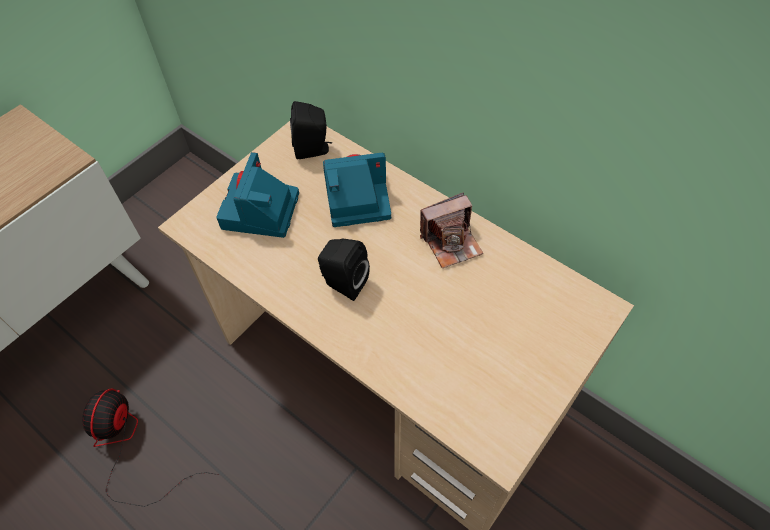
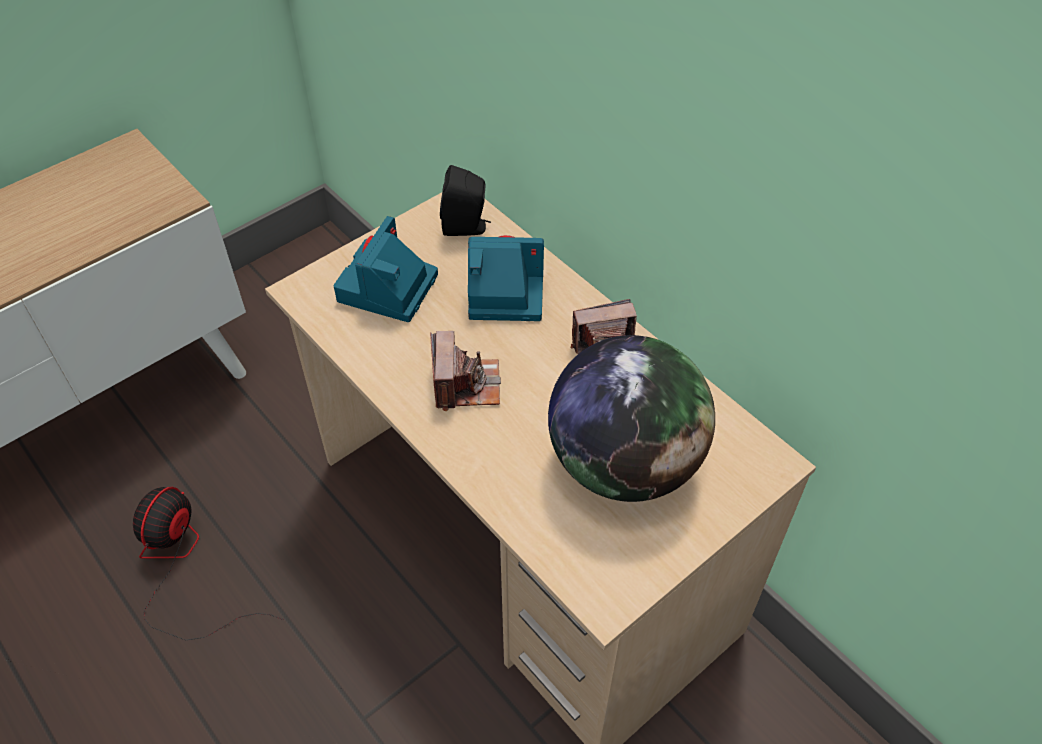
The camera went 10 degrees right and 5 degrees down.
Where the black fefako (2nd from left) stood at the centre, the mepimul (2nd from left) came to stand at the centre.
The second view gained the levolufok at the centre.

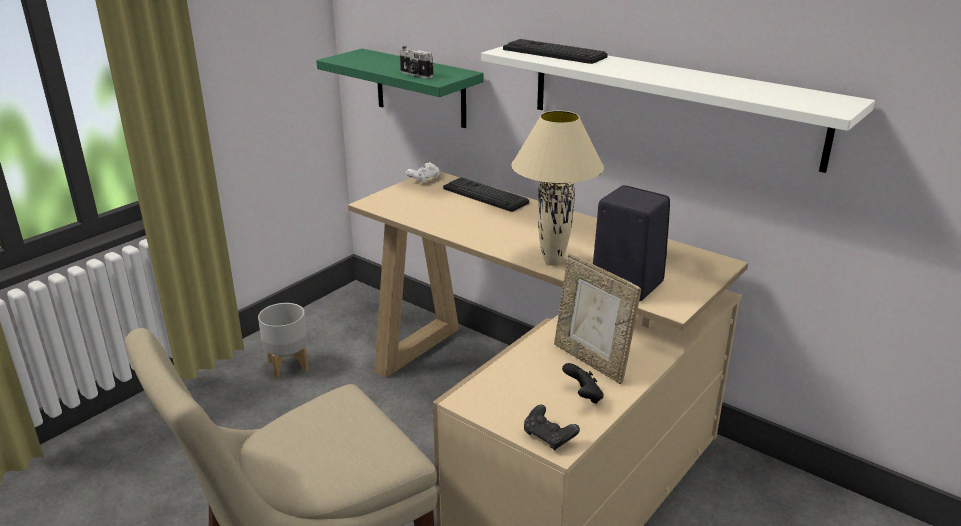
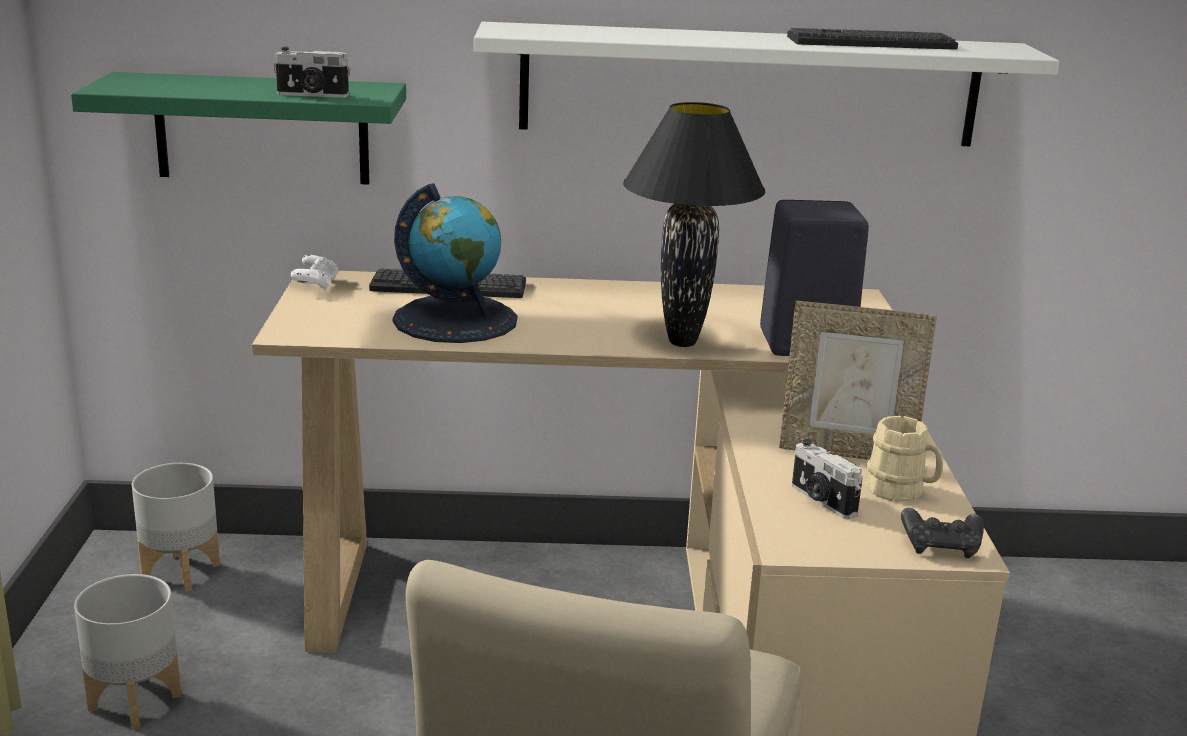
The camera went 40 degrees left and 5 degrees down.
The second view gained the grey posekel (2nd from left) at the bottom left.
The second view gained the levolufok at the centre.
What was the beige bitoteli at the centre turned into the black bitoteli at the top centre.
The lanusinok (2nd from left) ended up elsewhere, having gone from the top centre to the top right.
The second view gained the mepimul (2nd from left) at the middle right.
Where the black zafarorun (2nd from left) stood at the bottom centre, the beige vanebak came to stand at the middle right.

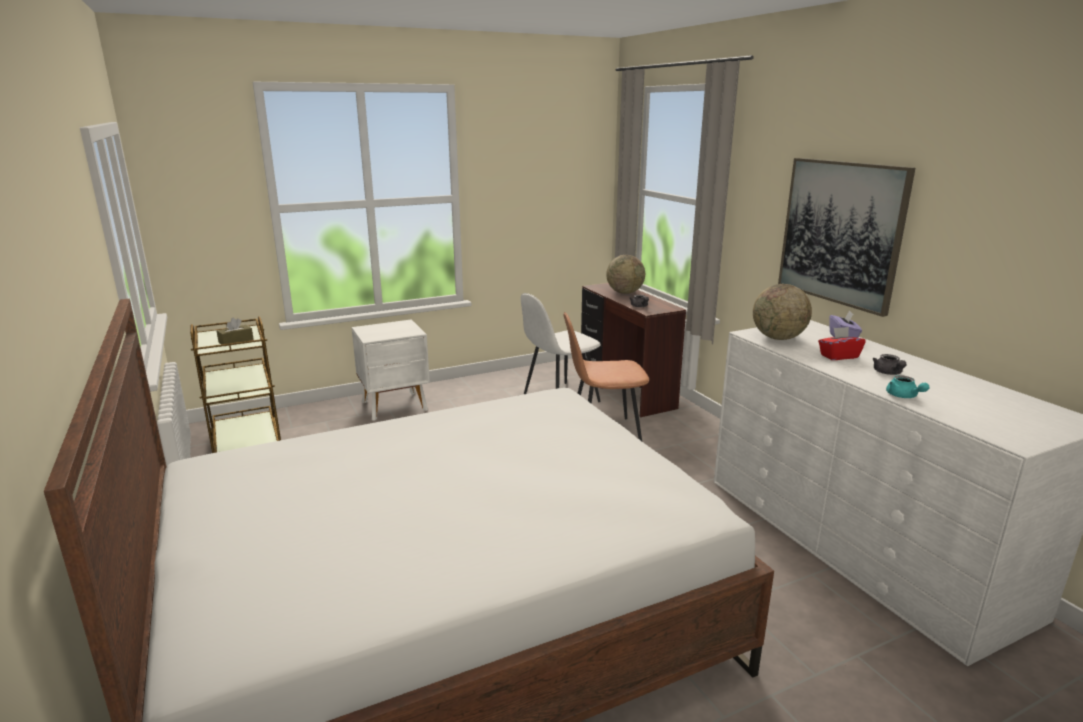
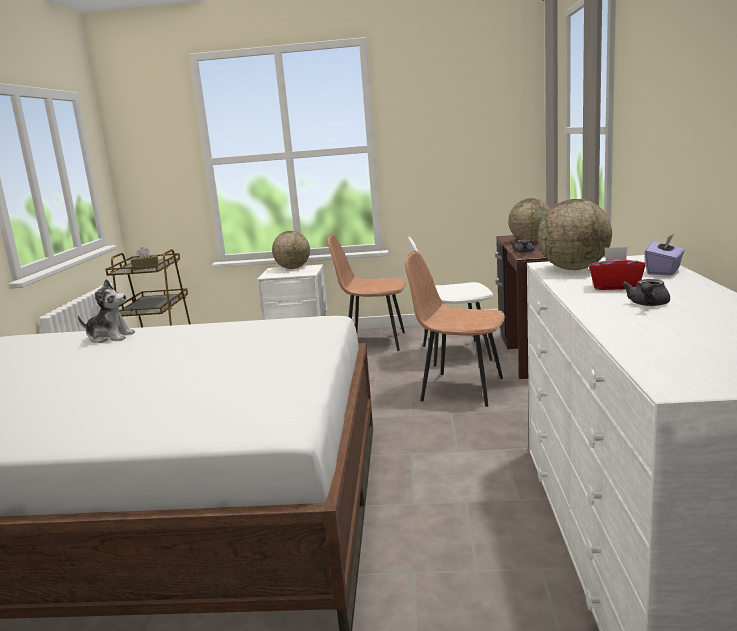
The camera went 30 degrees right and 5 degrees down.
The second view gained the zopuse at the middle left.
The second view gained the levolufok (1st from left) at the centre.
The second view gained the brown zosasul (1st from left) at the centre.
The second view lost the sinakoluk at the top right.
The second view lost the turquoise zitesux at the middle right.

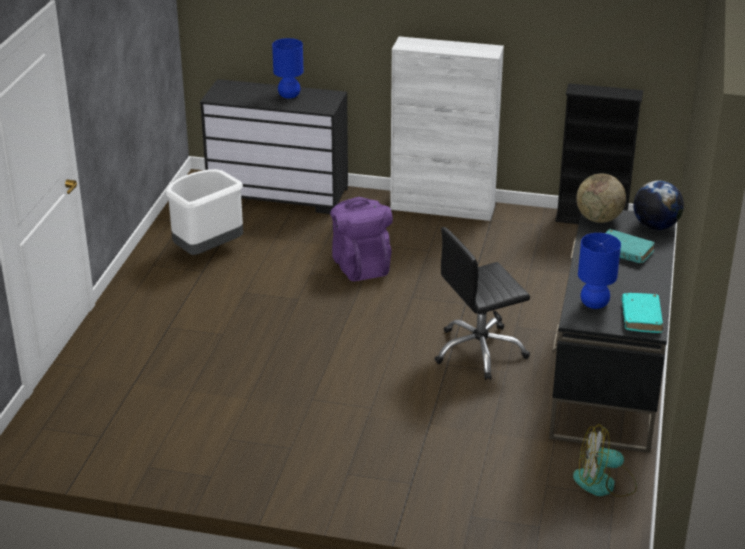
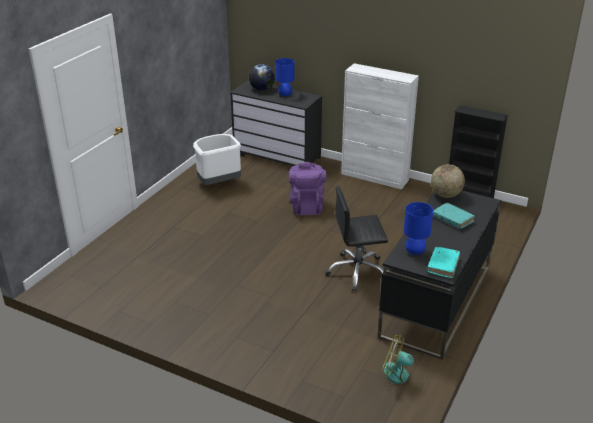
The camera went 15 degrees right and 0 degrees up.
The levolufok (2nd from left in the first image) ended up elsewhere, having gone from the middle right to the top centre.

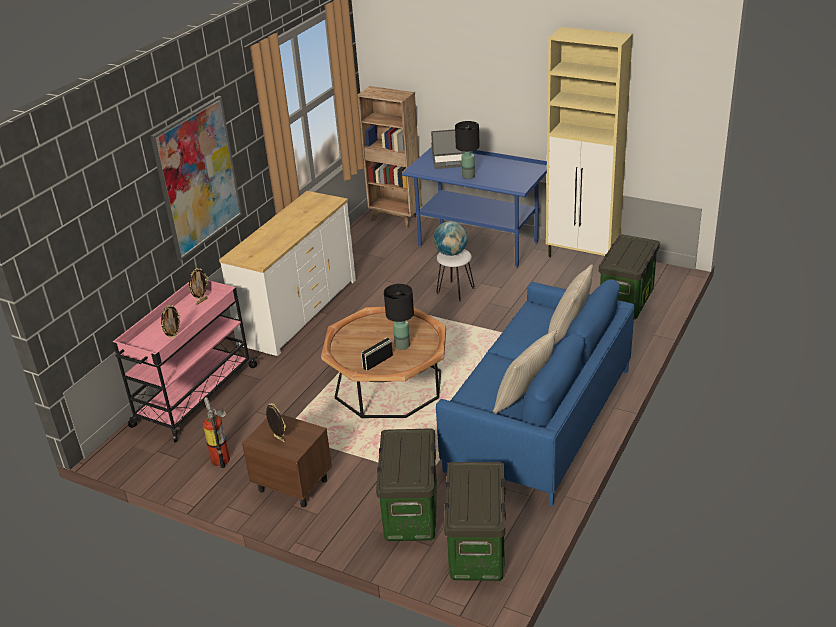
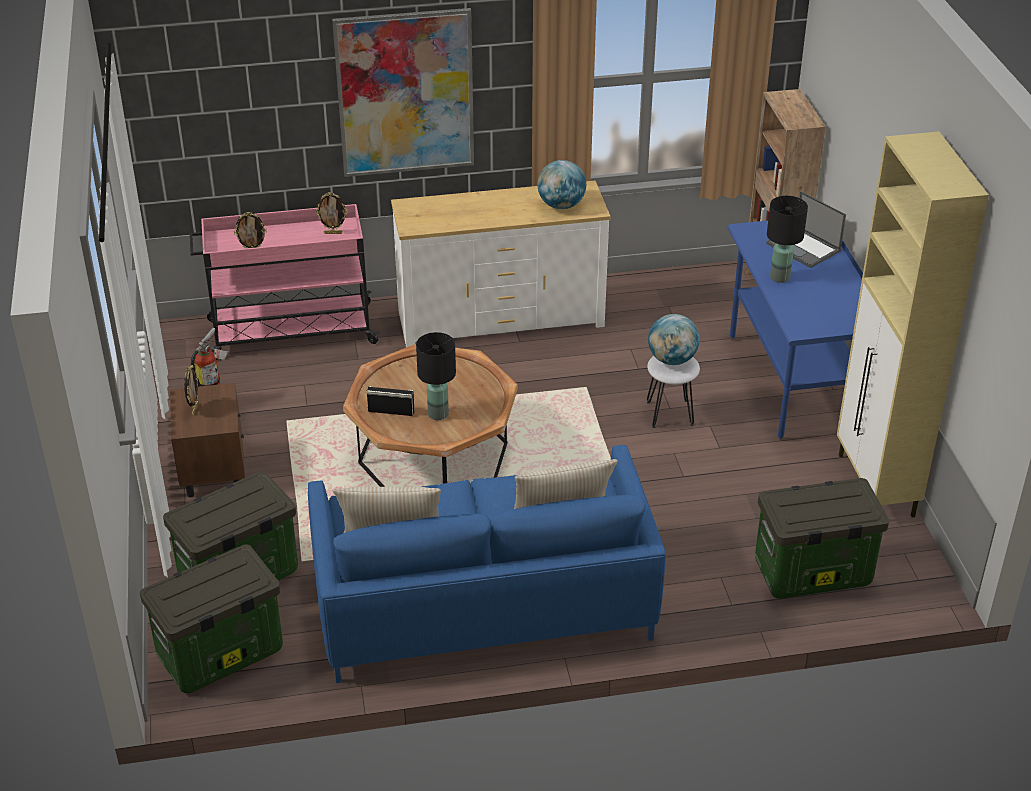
The camera went 50 degrees right and 5 degrees up.
The second view gained the levolufok (1st from left) at the top centre.

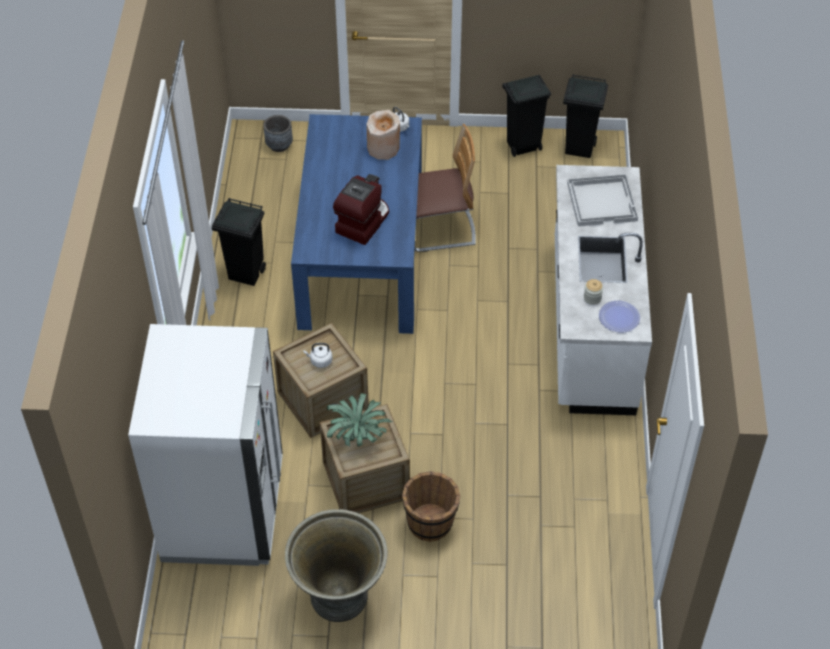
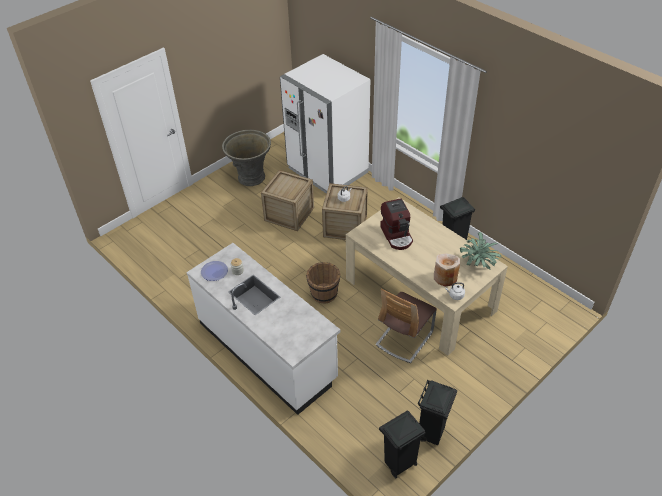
The camera went 135 degrees right and 5 degrees down.
The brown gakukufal ended up elsewhere, having gone from the bottom centre to the centre.
What was the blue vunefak at the centre turned into the beige vunefak at the centre.
The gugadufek ended up elsewhere, having gone from the centre to the middle right.
The second view lost the grey posekel (1st from left) at the top centre.
The second view lost the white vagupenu at the top right.

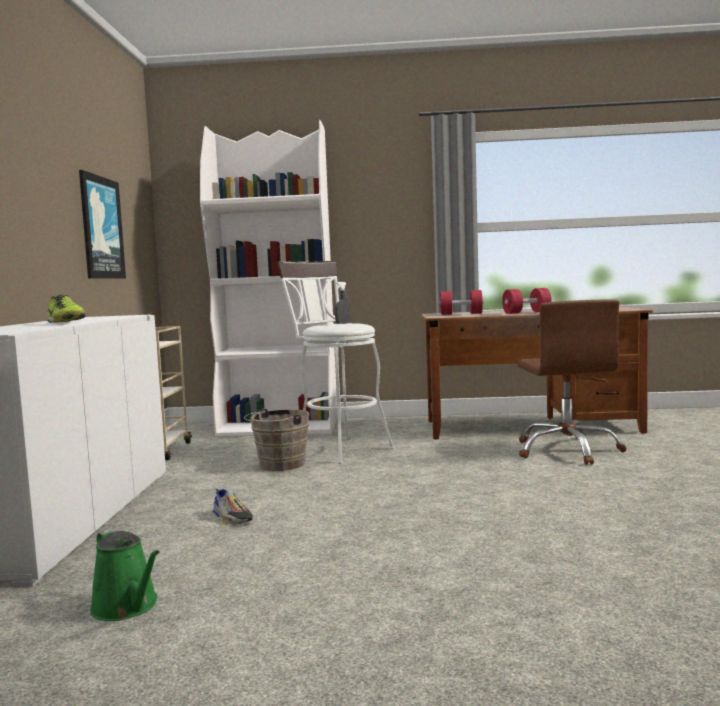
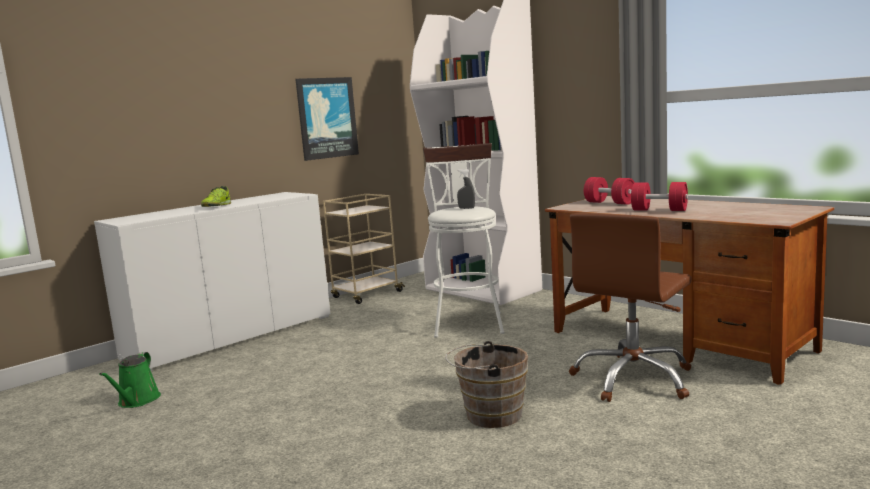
The camera went 45 degrees right and 5 degrees up.
The brown gakukufal ended up elsewhere, having gone from the centre to the bottom centre.
The second view lost the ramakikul (2nd from left) at the bottom left.

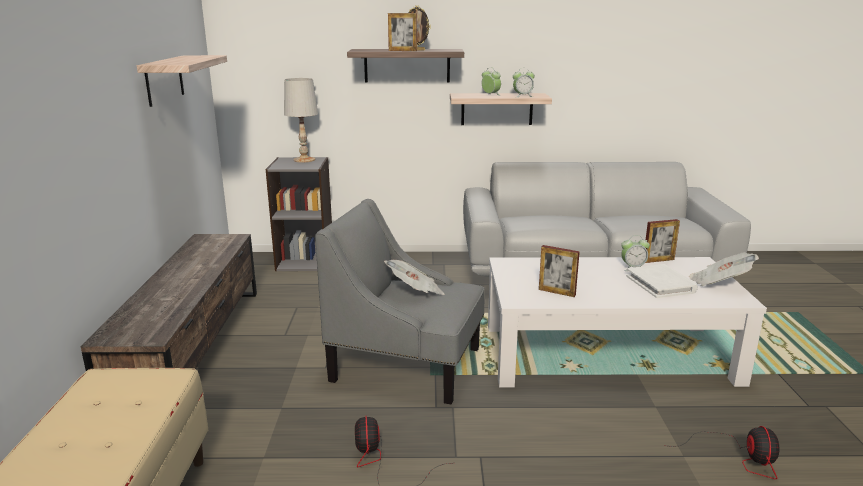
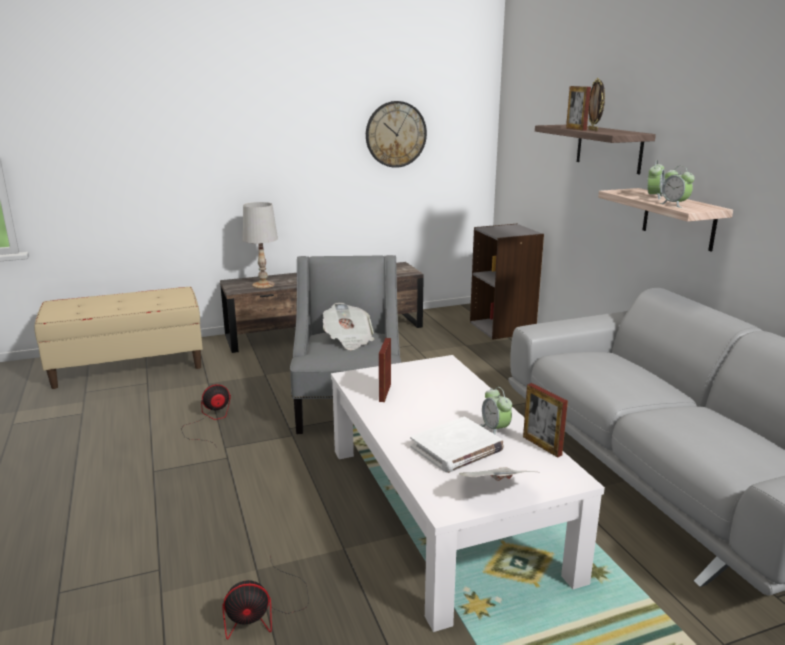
The camera went 70 degrees right and 0 degrees up.
The white bitoteli ended up elsewhere, having gone from the top centre to the middle left.
Where the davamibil (1st from left) hung at the top left, the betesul came to hang at the top centre.

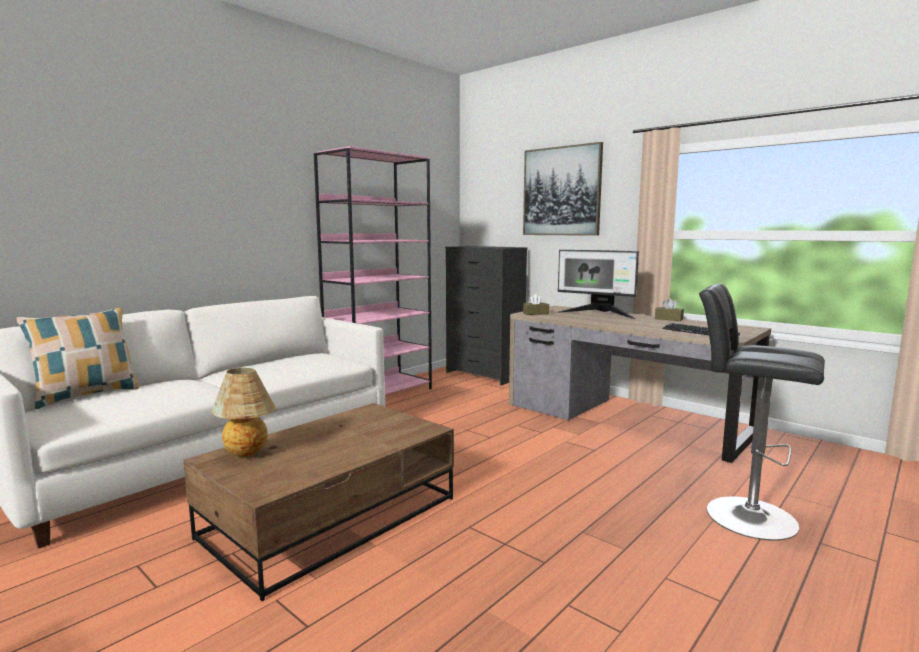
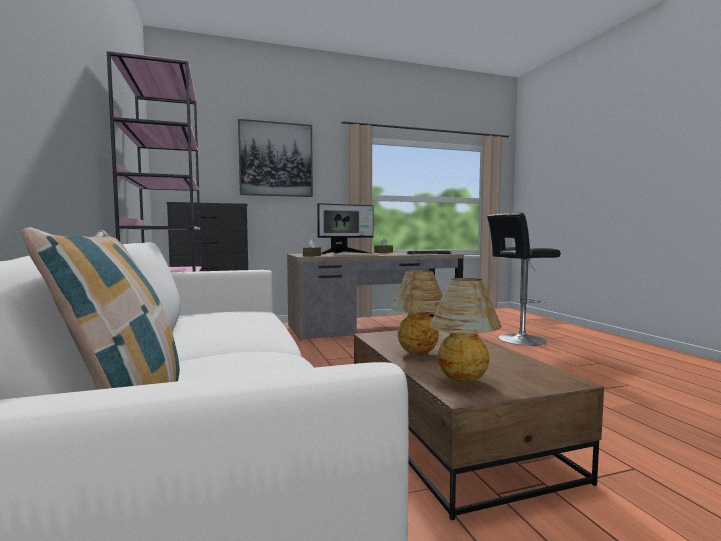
The camera went 60 degrees left and 5 degrees down.
The second view gained the bitoteli (1st from left) at the centre.

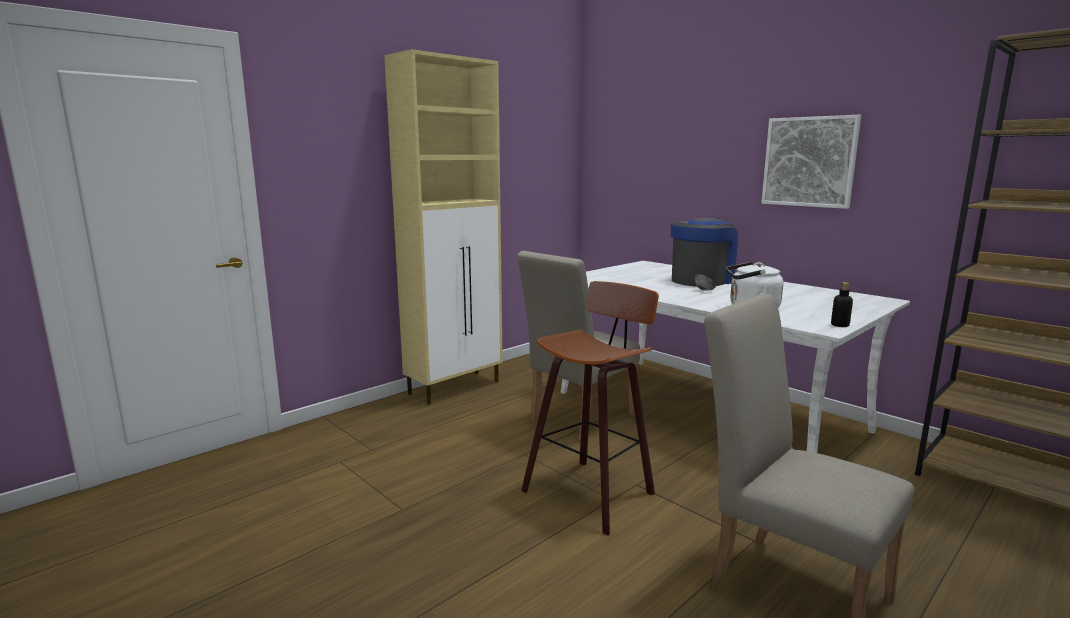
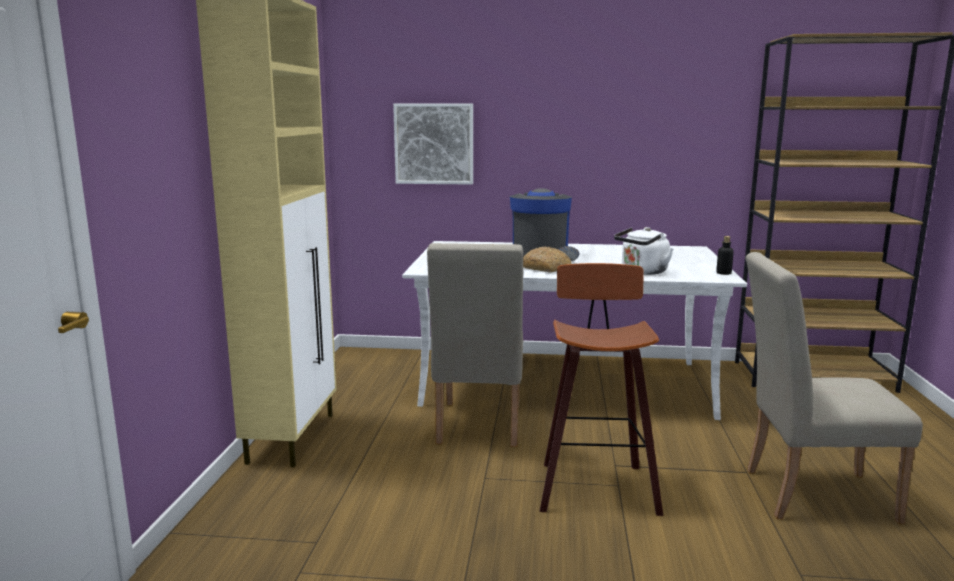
The camera went 40 degrees left and 0 degrees up.
The sinakoluk ended up elsewhere, having gone from the top right to the top centre.
The second view gained the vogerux at the centre.

